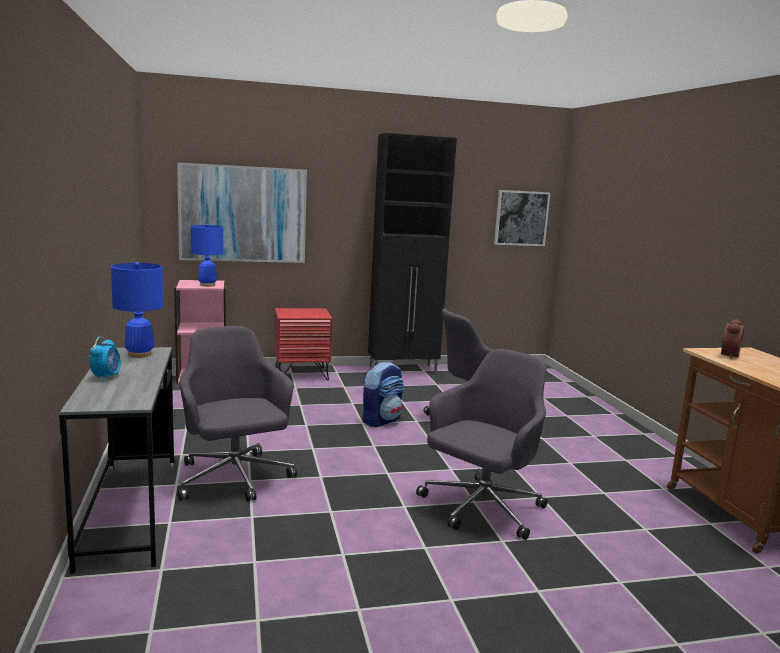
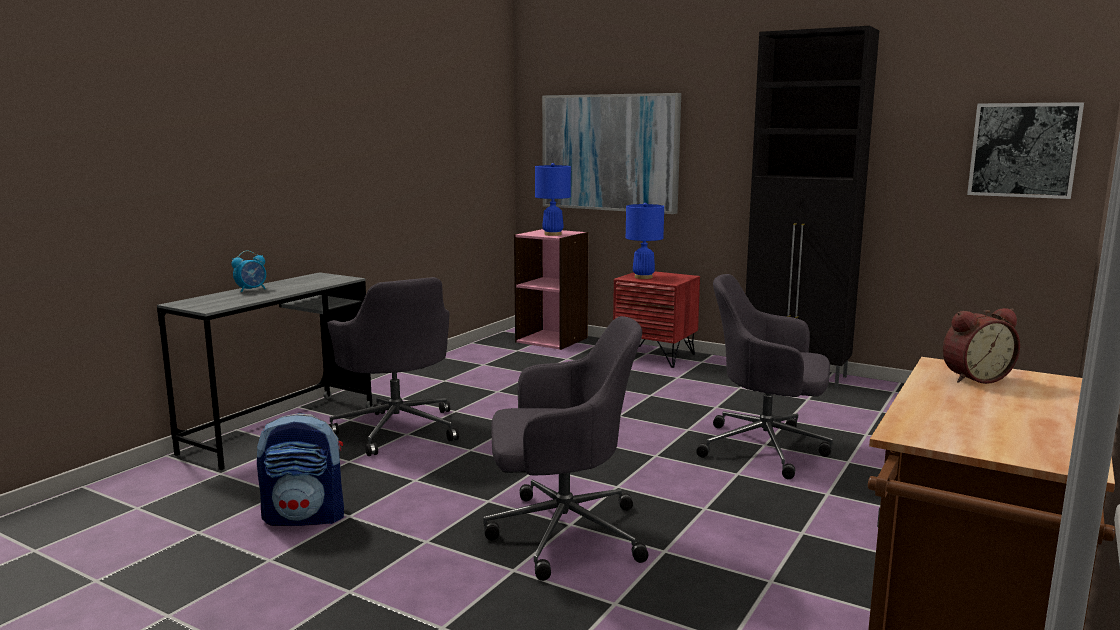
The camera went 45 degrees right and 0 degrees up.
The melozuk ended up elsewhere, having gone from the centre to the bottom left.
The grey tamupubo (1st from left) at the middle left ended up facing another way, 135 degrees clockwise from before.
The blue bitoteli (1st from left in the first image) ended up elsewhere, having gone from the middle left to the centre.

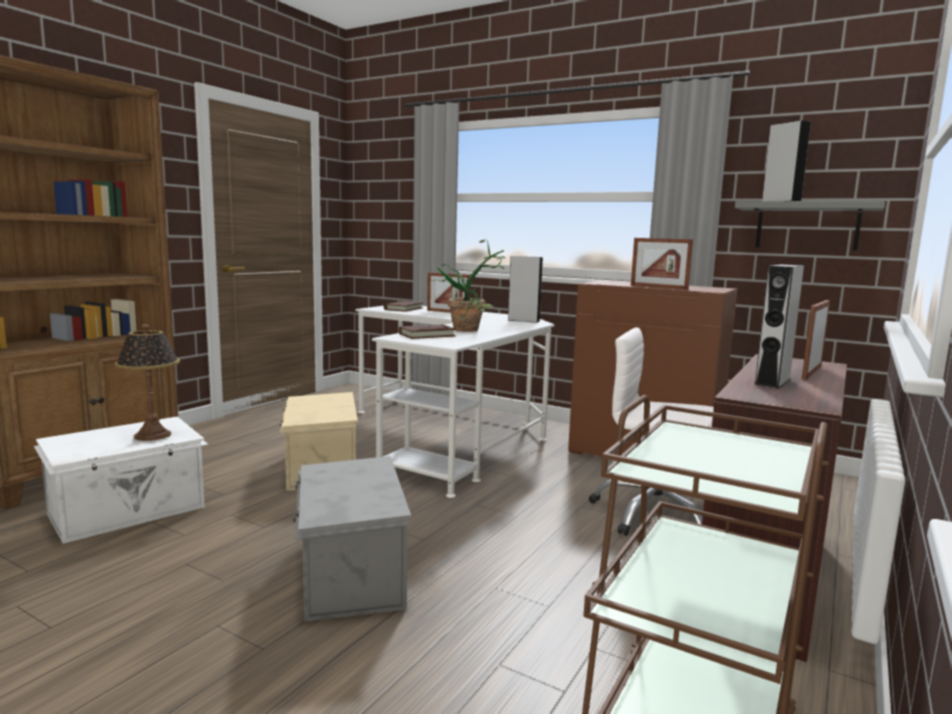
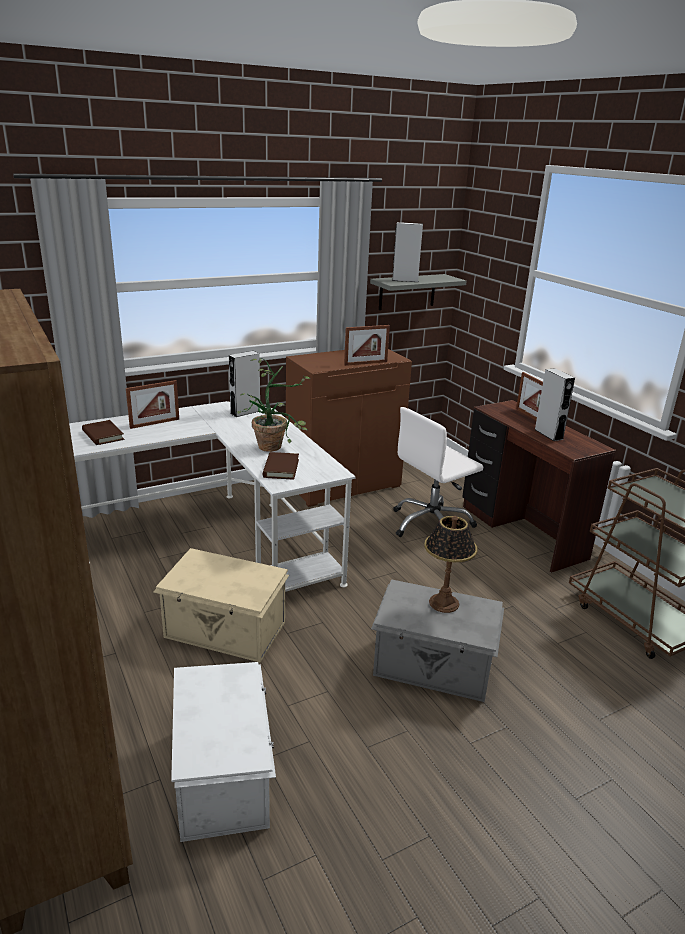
The camera went 60 degrees left and 15 degrees up.
The bitoteli ended up elsewhere, having gone from the middle left to the centre.

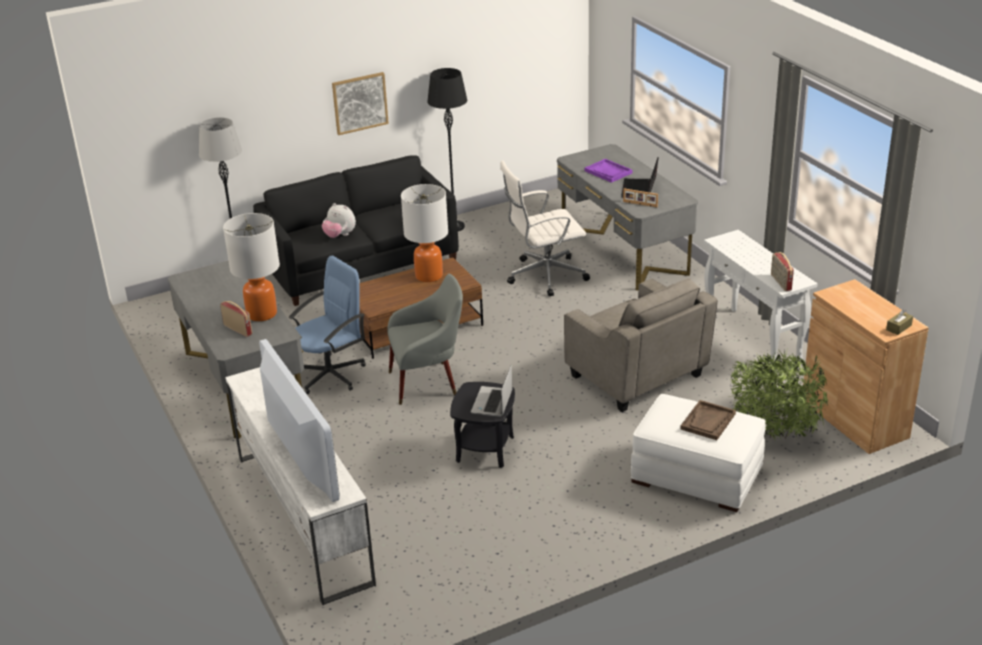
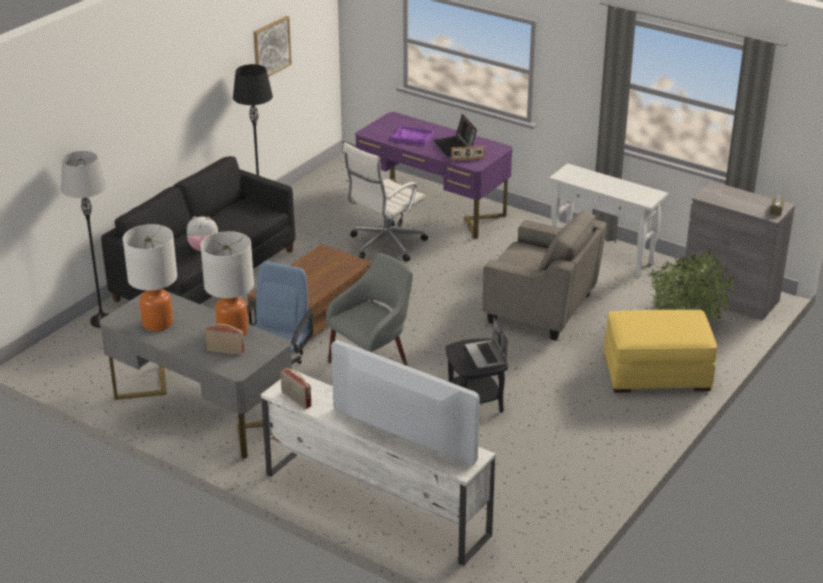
The camera went 30 degrees left and 0 degrees up.
The bitoteli (2nd from left in the first image) ended up elsewhere, having gone from the centre to the middle left.
The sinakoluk ended up elsewhere, having gone from the top centre to the top left.
The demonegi (2nd from left) ended up elsewhere, having gone from the middle right to the centre.
What was the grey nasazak (2nd from left) at the centre turned into the purple nasazak at the top centre.
What was the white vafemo at the bottom right turned into the yellow vafemo at the middle right.
What was the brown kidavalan at the middle right turned into the grey kidavalan at the middle right.
The second view lost the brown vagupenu at the middle right.

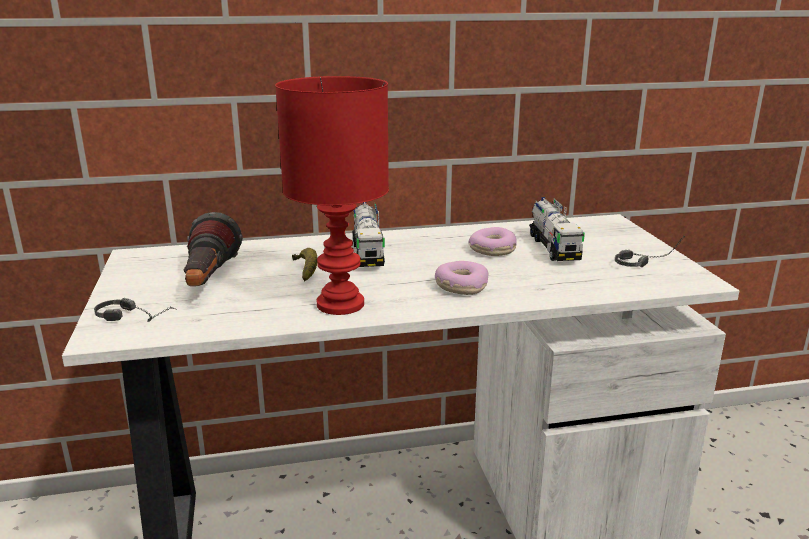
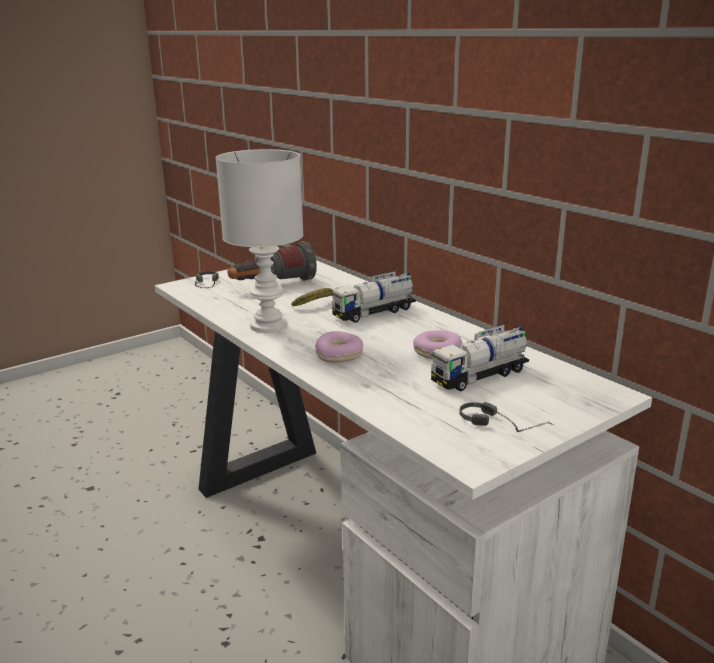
The camera went 65 degrees right and 0 degrees up.
What was the red bitoteli at the centre turned into the white bitoteli at the centre.

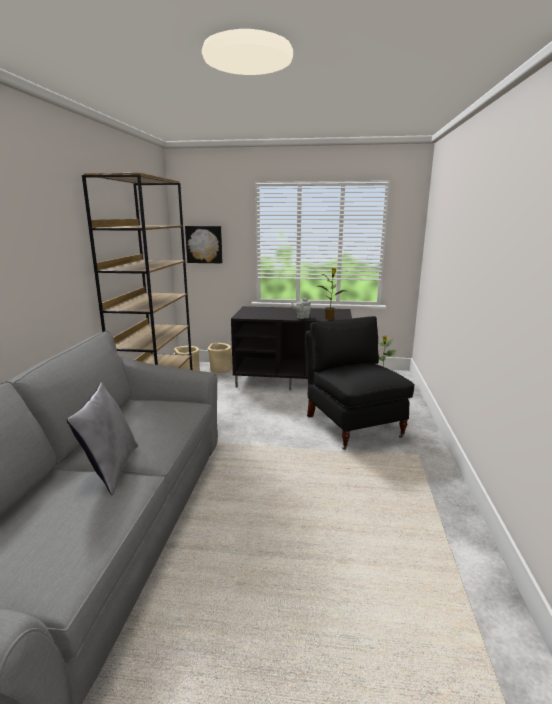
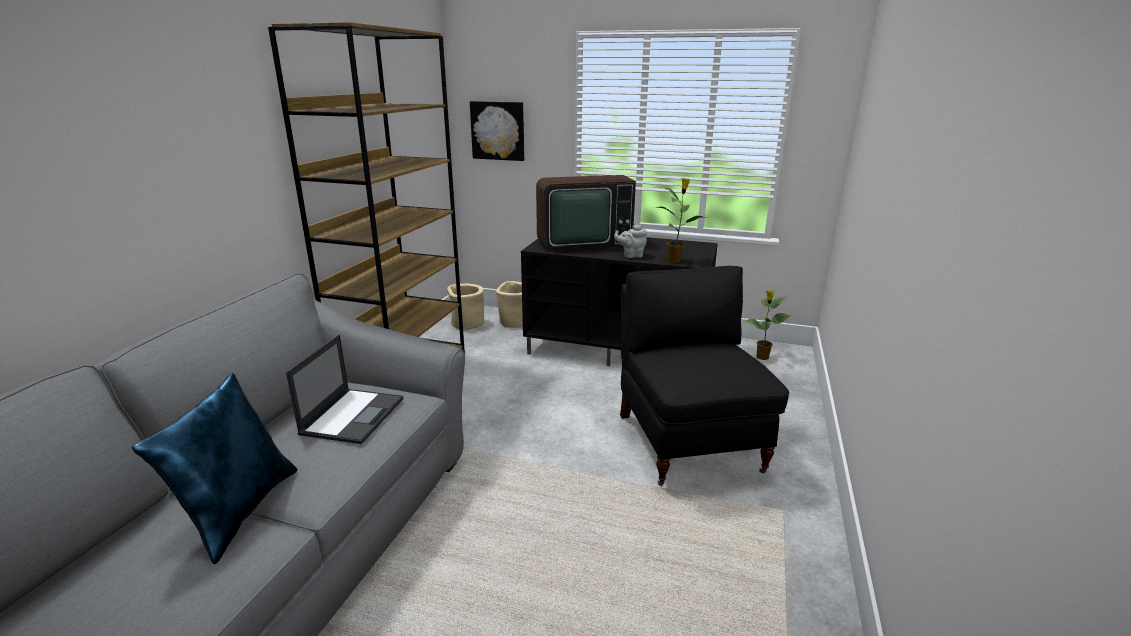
The camera went 10 degrees right and 5 degrees up.
What was the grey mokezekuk at the middle left turned into the blue mokezekuk at the bottom left.
The second view gained the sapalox at the middle left.
The second view gained the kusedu at the centre.

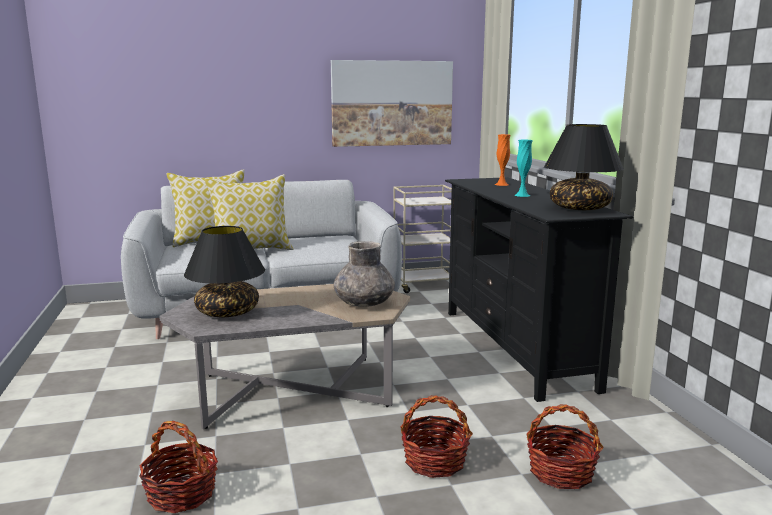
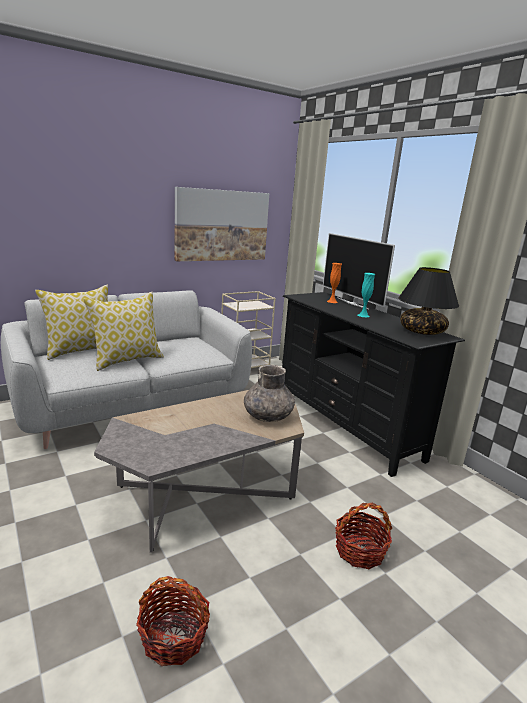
The camera went 20 degrees left and 5 degrees up.
The second view gained the kusedu at the middle right.
The second view lost the black bitoteli (1st from left) at the middle left.
The second view lost the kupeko (3rd from left) at the bottom right.

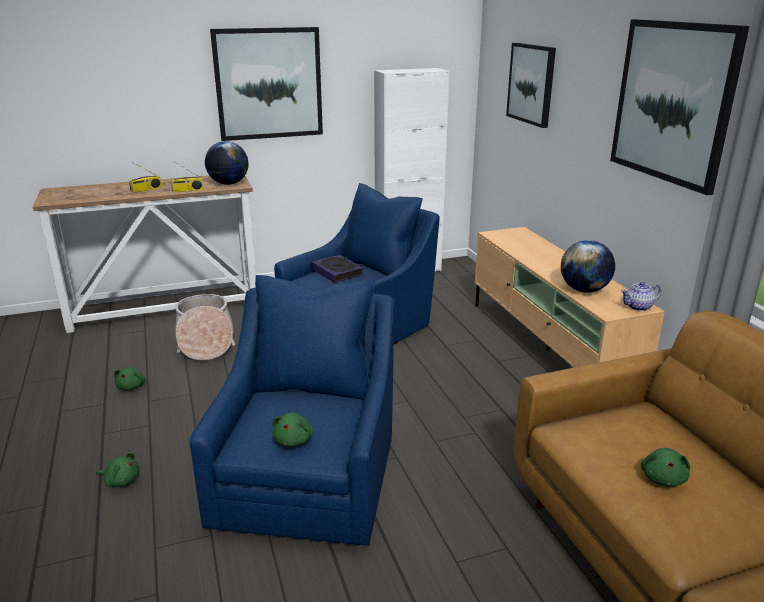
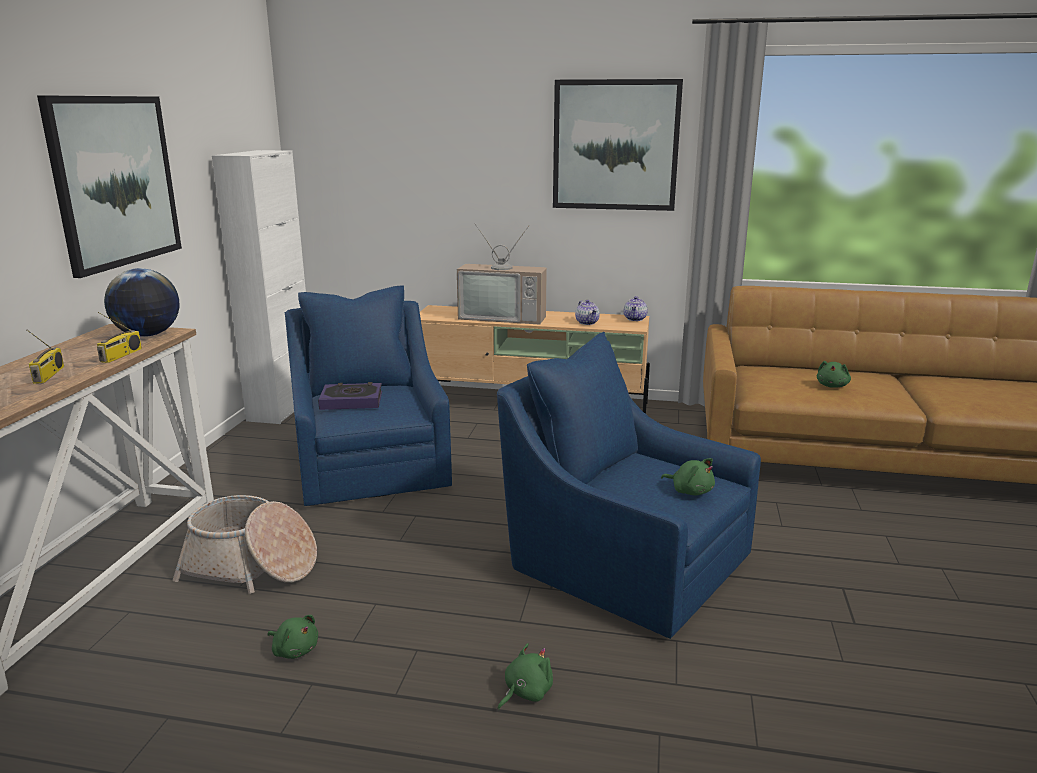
The camera went 60 degrees left and 5 degrees down.
The second view gained the kusedu at the centre.
Where the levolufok (2nd from left) stood at the middle right, the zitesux (1st from left) came to stand at the centre.
The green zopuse (4th from left) at the bottom right ended up facing another way, 75 degrees clockwise from before.
The second view lost the sinakoluk (2nd from left) at the top right.

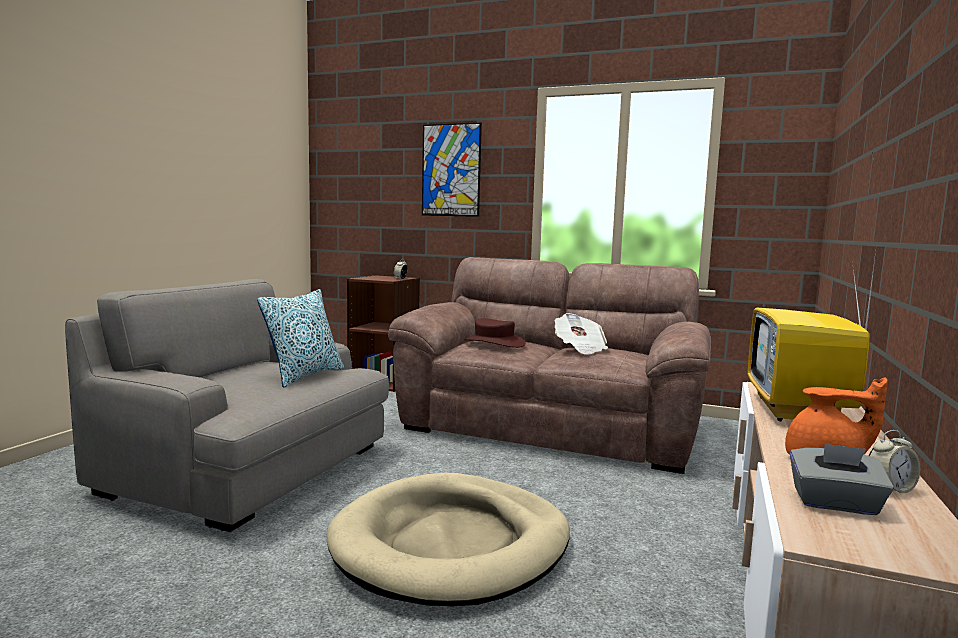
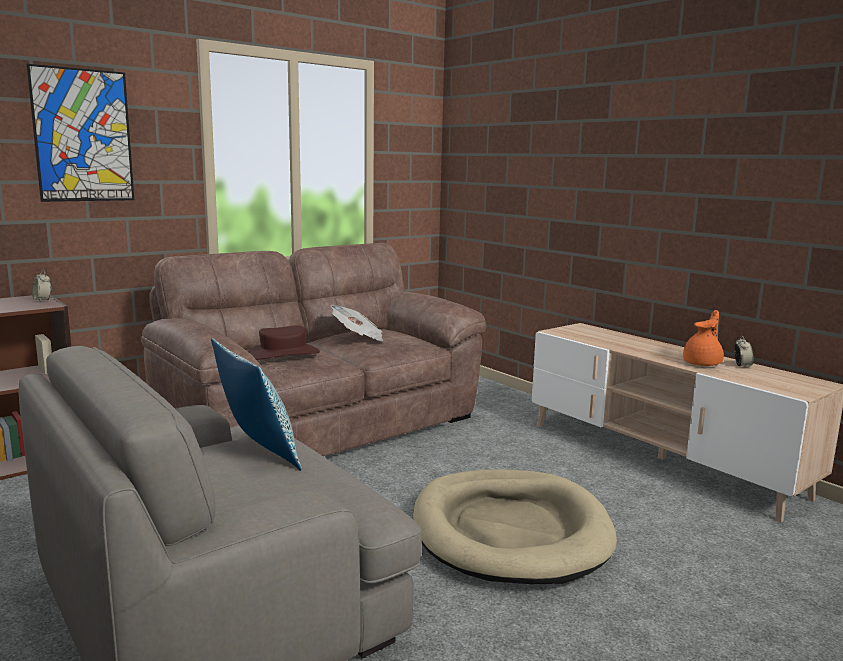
The camera went 60 degrees left and 5 degrees up.
The second view lost the kusedu at the middle right.
The second view lost the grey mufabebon at the bottom right.

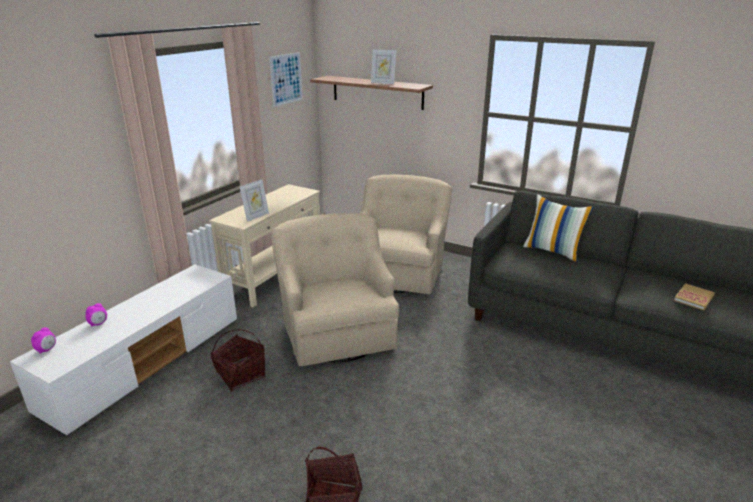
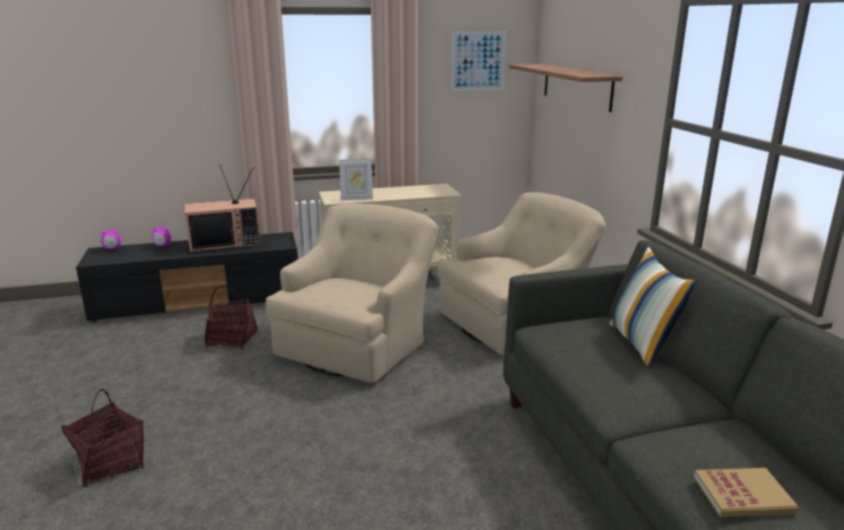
The camera went 45 degrees right and 5 degrees down.
What was the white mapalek at the bottom left turned into the black mapalek at the middle left.
The second view gained the kusedu at the middle left.
The second view lost the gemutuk (2nd from left) at the top centre.

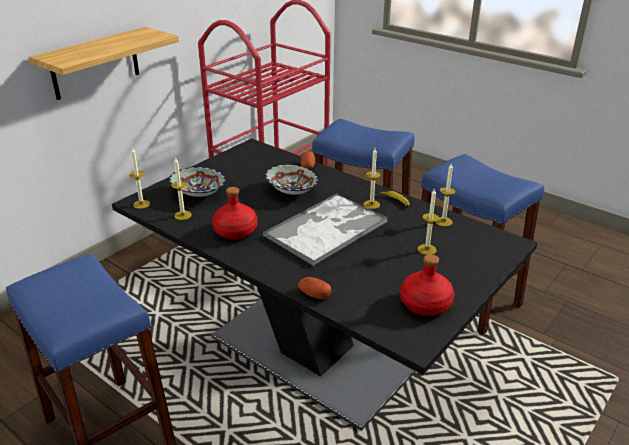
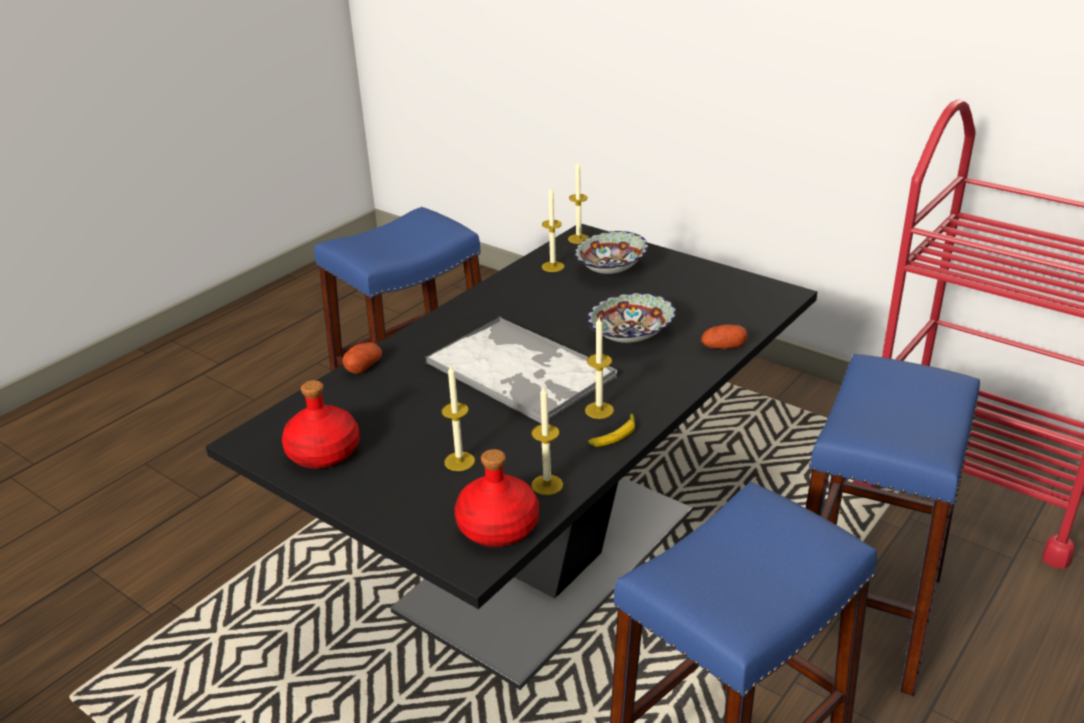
The camera went 90 degrees right and 0 degrees up.
The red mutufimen (1st from left in the first image) ended up elsewhere, having gone from the centre to the bottom centre.
The second view lost the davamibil at the top left.

